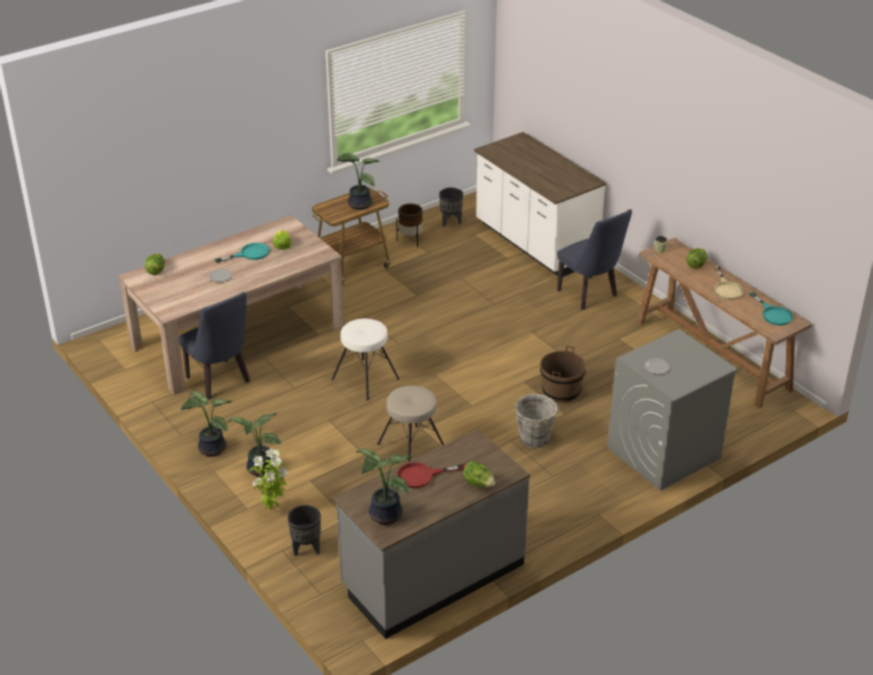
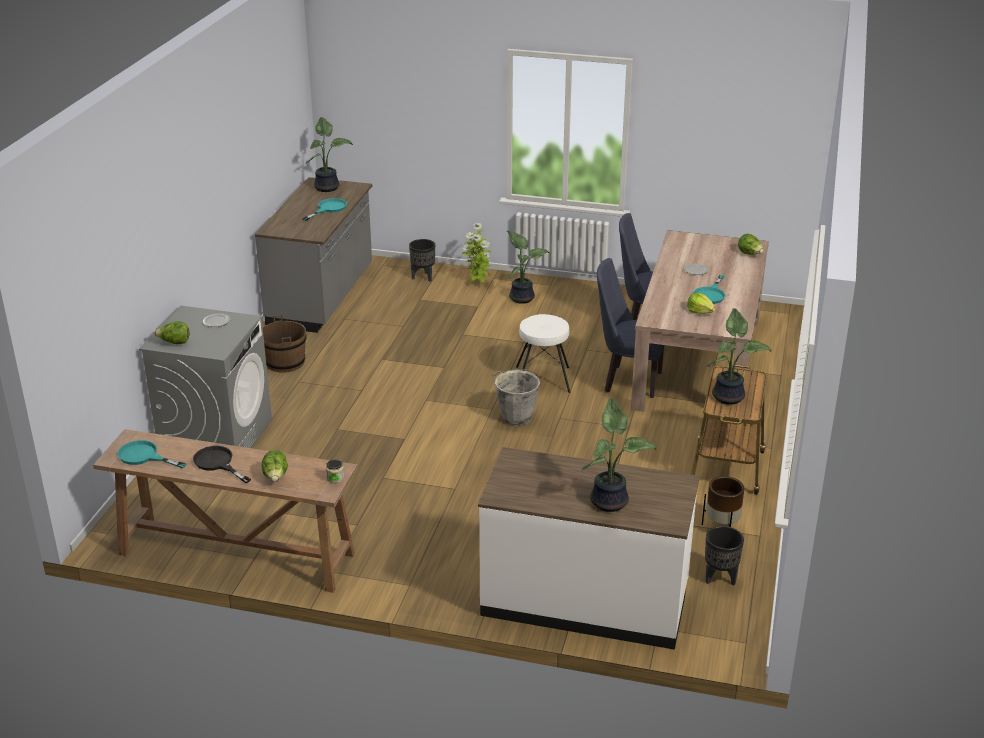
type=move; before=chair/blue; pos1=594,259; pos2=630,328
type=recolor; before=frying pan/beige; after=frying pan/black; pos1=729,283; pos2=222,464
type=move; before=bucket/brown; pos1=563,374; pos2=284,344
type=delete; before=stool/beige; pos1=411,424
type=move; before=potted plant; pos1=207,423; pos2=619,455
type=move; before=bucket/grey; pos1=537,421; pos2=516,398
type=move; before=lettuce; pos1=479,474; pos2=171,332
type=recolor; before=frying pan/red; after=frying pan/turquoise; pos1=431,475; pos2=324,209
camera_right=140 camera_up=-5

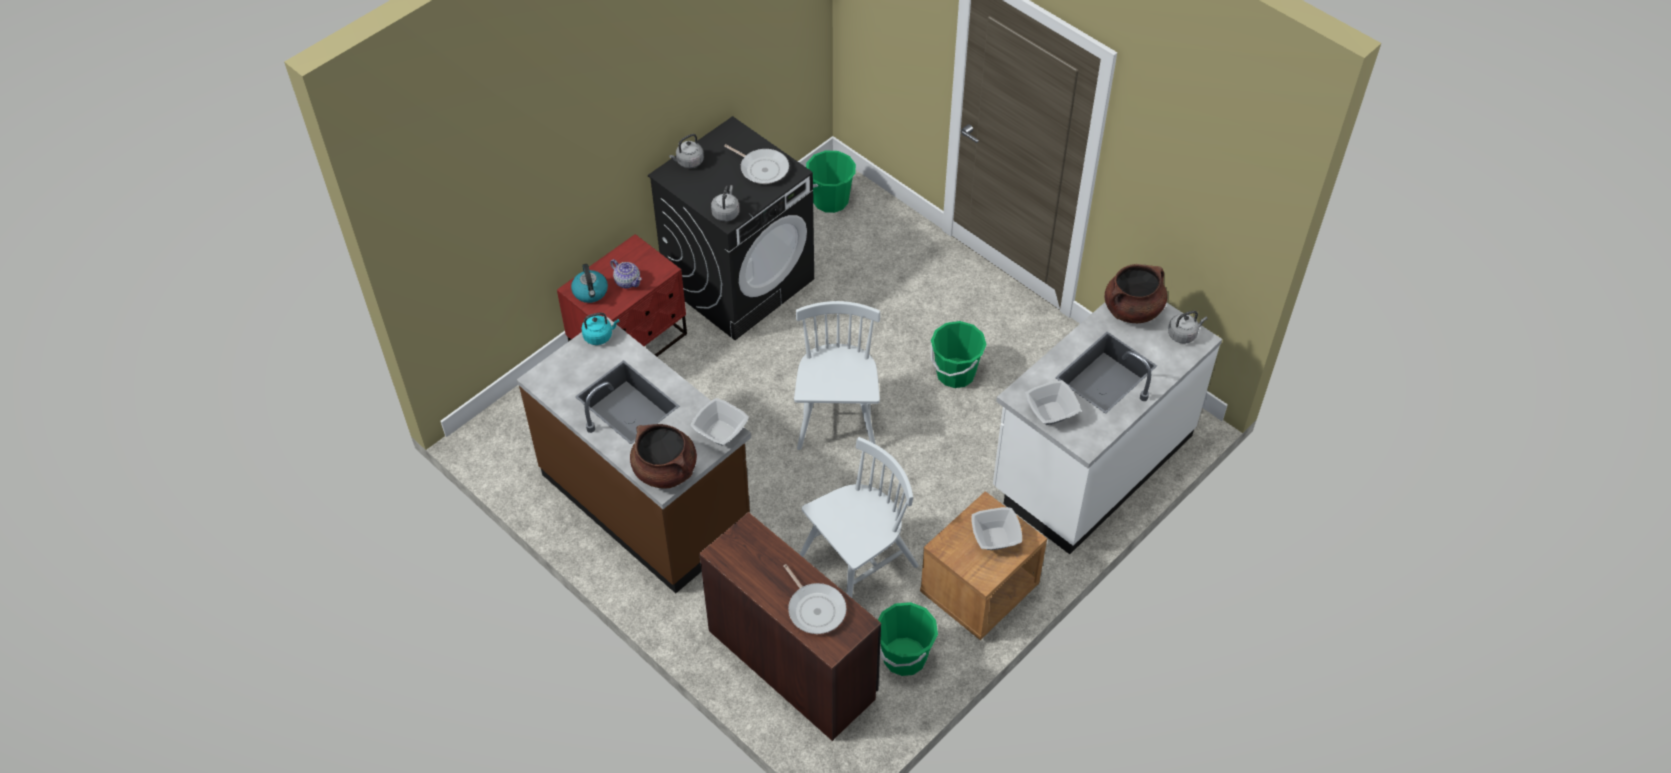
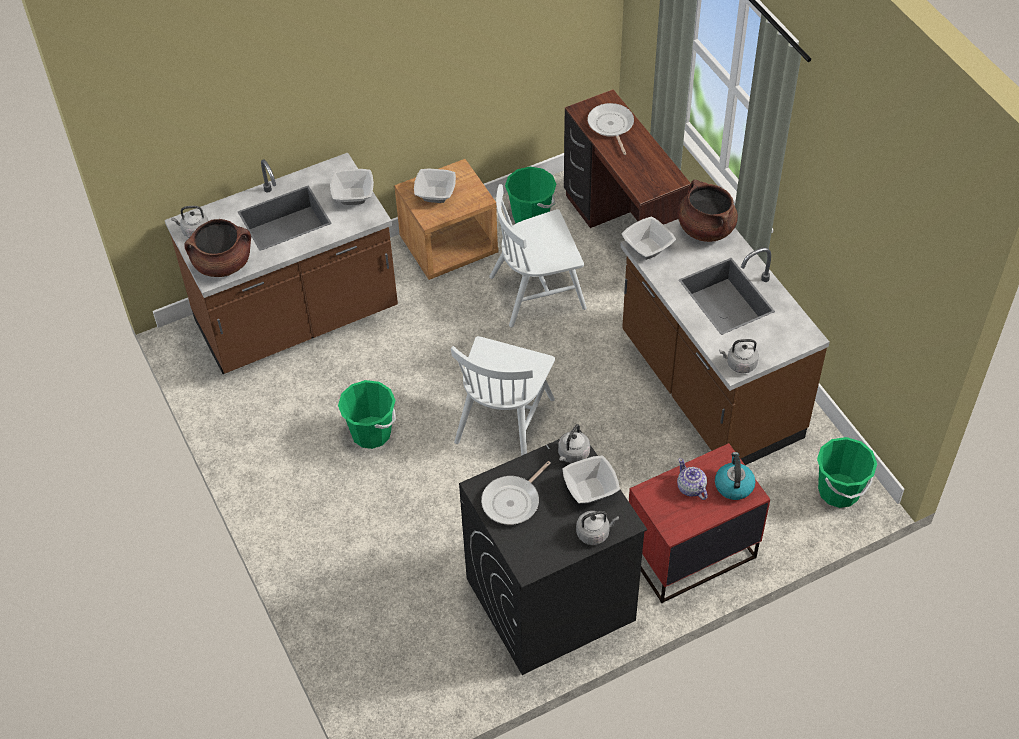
type=rotate; before=frying pan; pos1=756,164; pos2=516,493; turn=-105
type=move; before=bucket/green; pos1=831,181; pos2=847,472
type=recolor; before=counter/white; after=counter/brown; pos1=1107,428; pos2=281,263
type=recolor; before=kettle/turquoise; after=kettle/grey; pos1=600,328; pos2=739,356
type=insert; after=bowl; pos2=591,479
camera_right=-160 camera_up=0

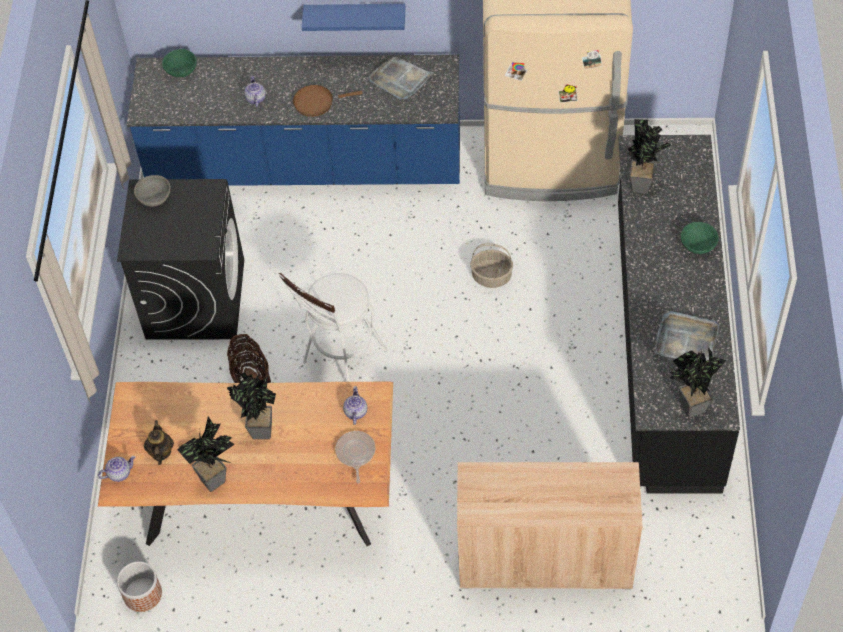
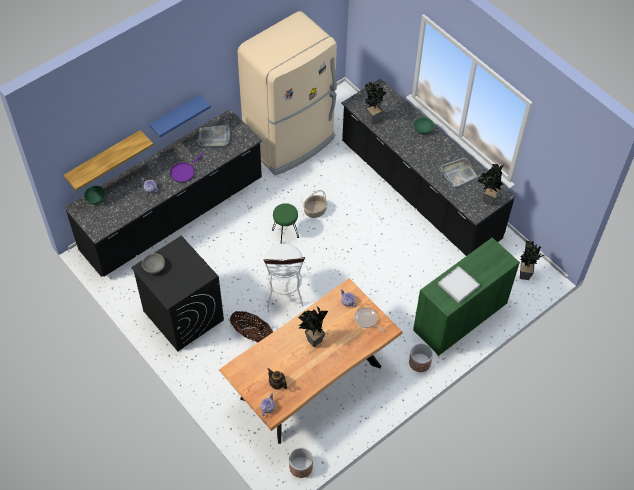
type=recolor; before=counter/blue; after=counter/black; pos1=293,120; pos2=163,193
type=recolor; before=frying pan/brown; after=frying pan/purple; pos1=328,101; pos2=187,168
type=move; before=potted plant; pos1=206,454; pos2=532,260
type=recolor; before=cabinet/beige; after=cabinet/green; pos1=550,525; pos2=466,296
type=insert; after=shelf; pos2=108,160
type=insert; after=stool/green; pos2=285,223
type=insert; after=tray/white; pos2=459,284
type=insert; after=planter; pos2=421,357
camera_right=-45 camera_up=0

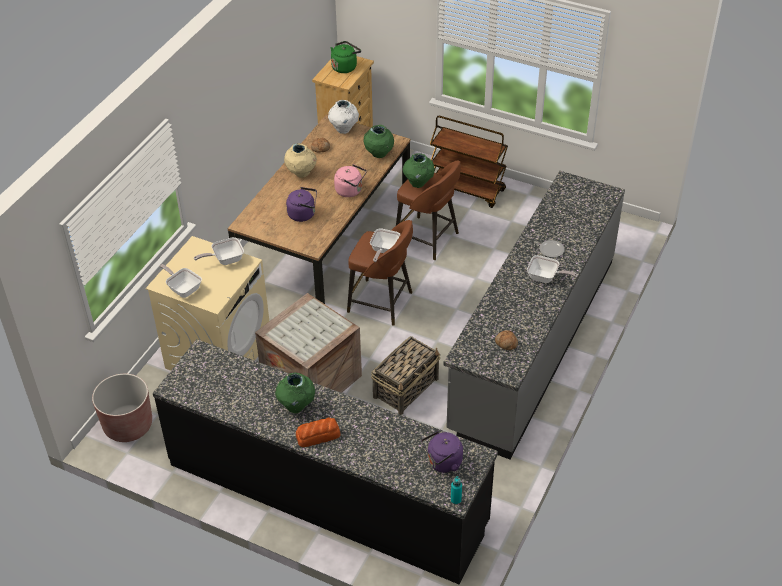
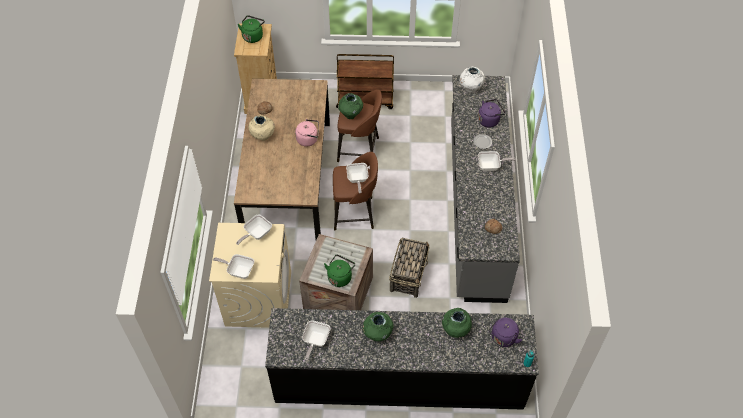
type=move; before=vase/white; pos1=343,117; pos2=472,80
type=move; before=vase/green; pos1=378,141; pos2=457,323
type=move; before=kettle/purple; pos1=301,204; pos2=492,113
type=delete; before=planter/brown; pos1=122,408
type=delete; before=bread; pos1=318,432
type=insert; after=kettle/green; pos2=339,271
type=insert; after=frying pan; pos2=316,340
camera_right=-25 camera_up=10

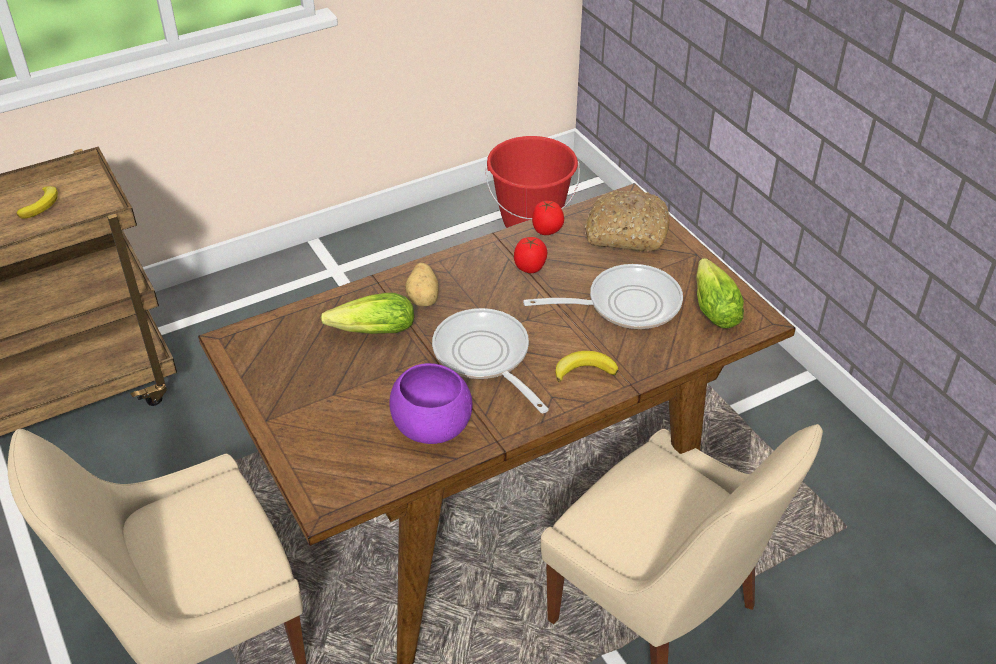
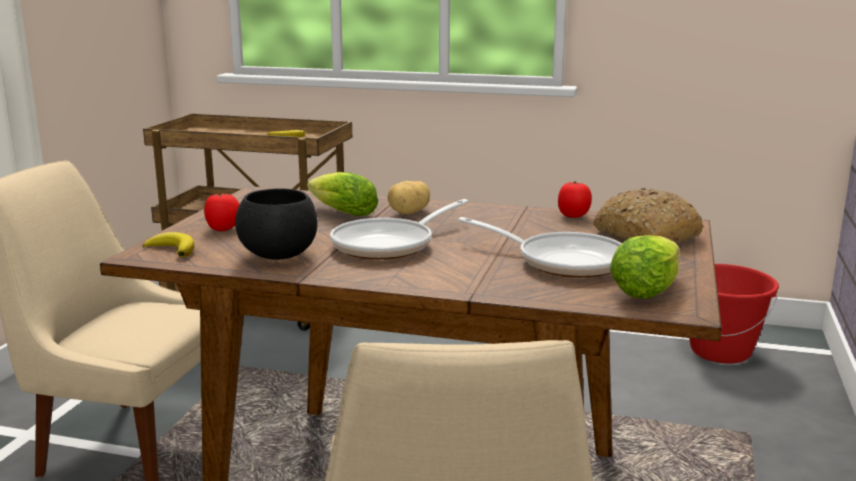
type=move; before=tomato; pos1=531,255; pos2=222,212
type=rotate; before=frying pan; pos1=490,360; pos2=399,229; turn=-150
type=move; before=banana; pos1=586,366; pos2=169,244
type=recolor; before=bowl/purple; after=bowl/black; pos1=430,403; pos2=276,224
camera_right=45 camera_up=-25

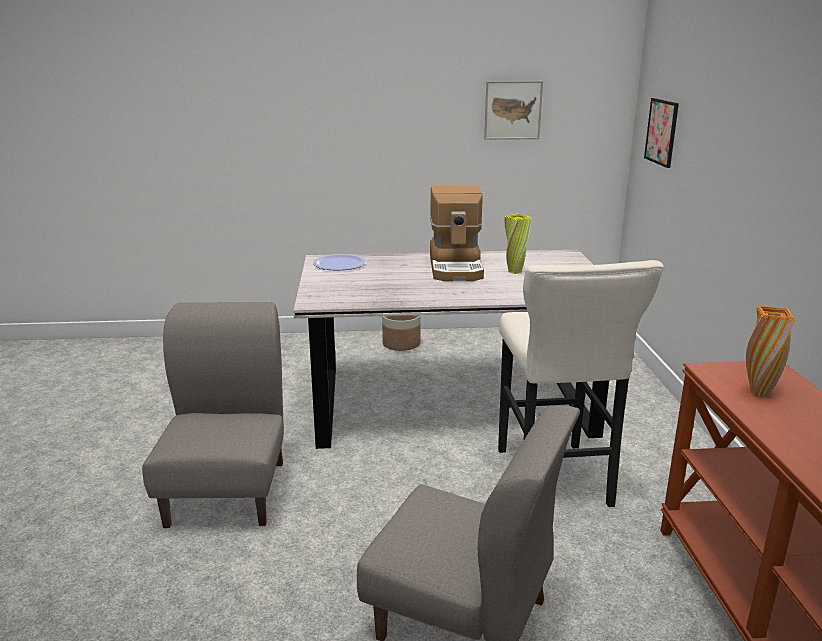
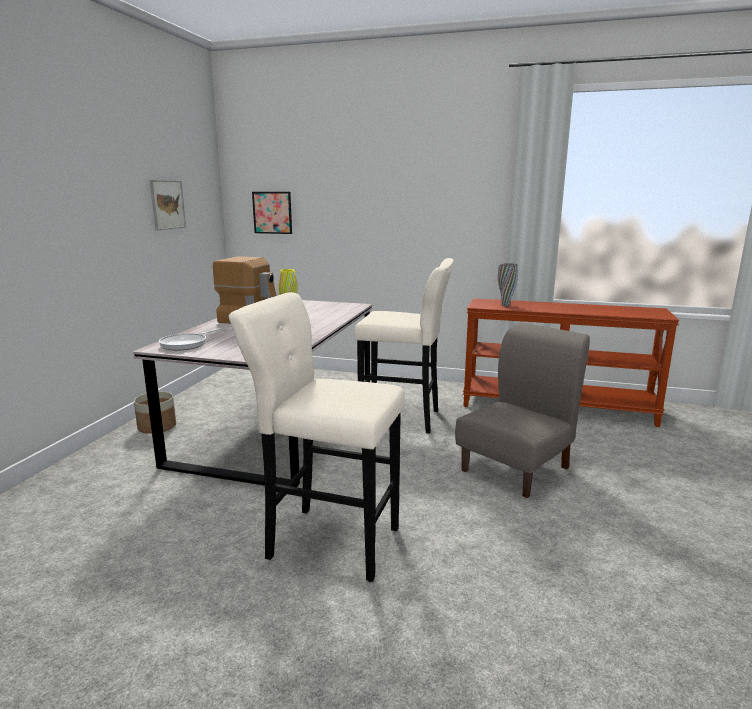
type=replace; before=plate; after=frying pan; pos1=339,262; pos2=190,339
type=replace; before=chair/grey; after=stool/beige; pos1=213,415; pos2=317,437
type=recolor; before=vase/orange; after=vase/grey; pos1=770,351; pos2=508,284
camera_right=-70 camera_up=-5

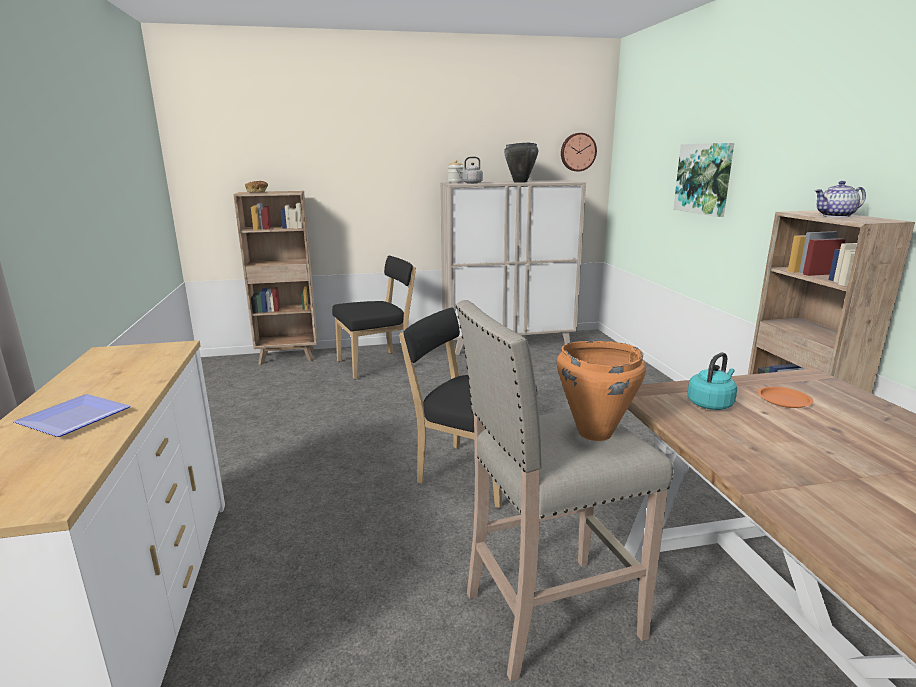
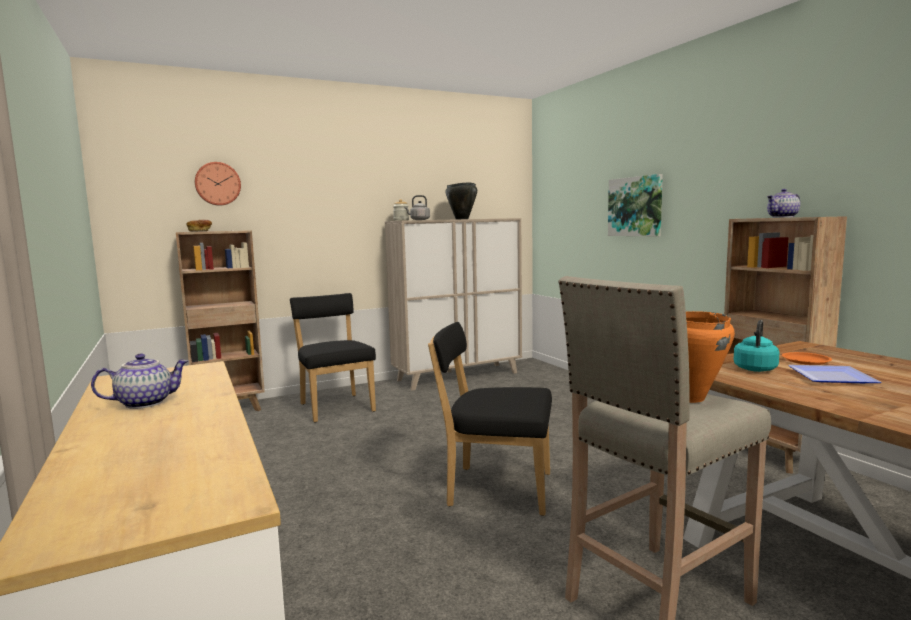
type=move; before=wall clock; pos1=579,152; pos2=218,184
type=rotate; before=chair/black; pos1=374,318; pos2=333,357; turn=-75
type=move; before=plate; pos1=71,415; pos2=835,374
type=insert; after=teapot; pos2=139,381
camera_right=-15 camera_up=-10

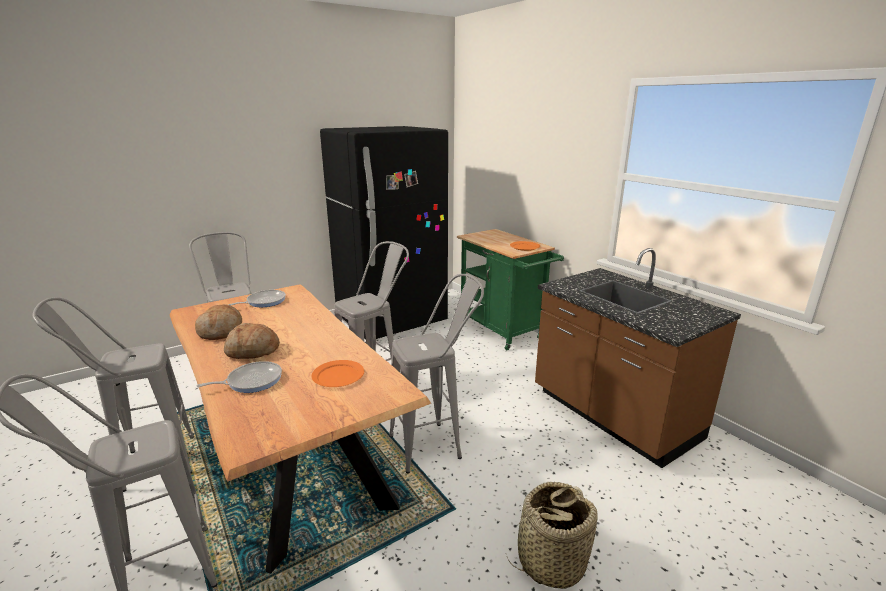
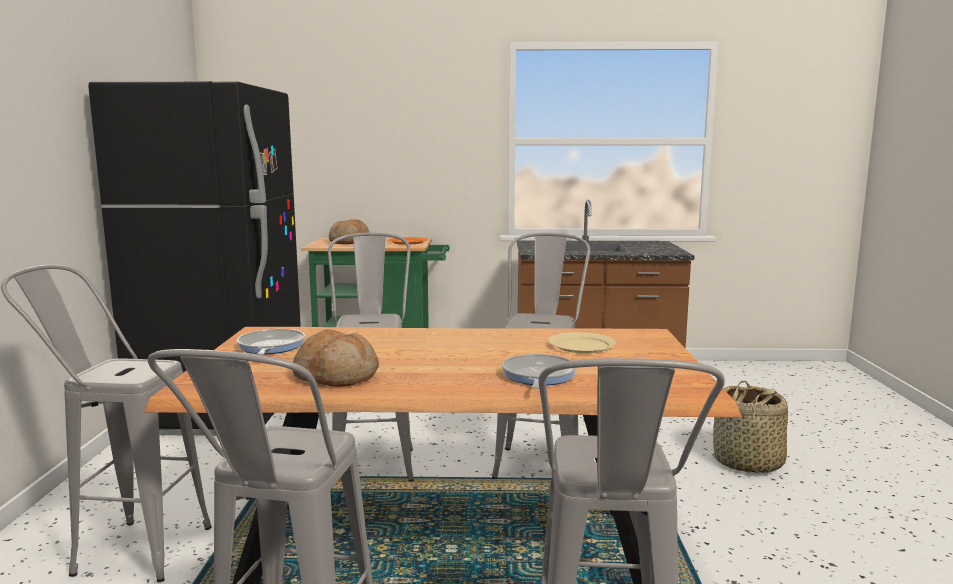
type=move; before=bread; pos1=252,341; pos2=349,231
type=recolor; before=plate/orange; after=plate/beige; pos1=338,373; pos2=582,342
camera_right=-55 camera_up=-10

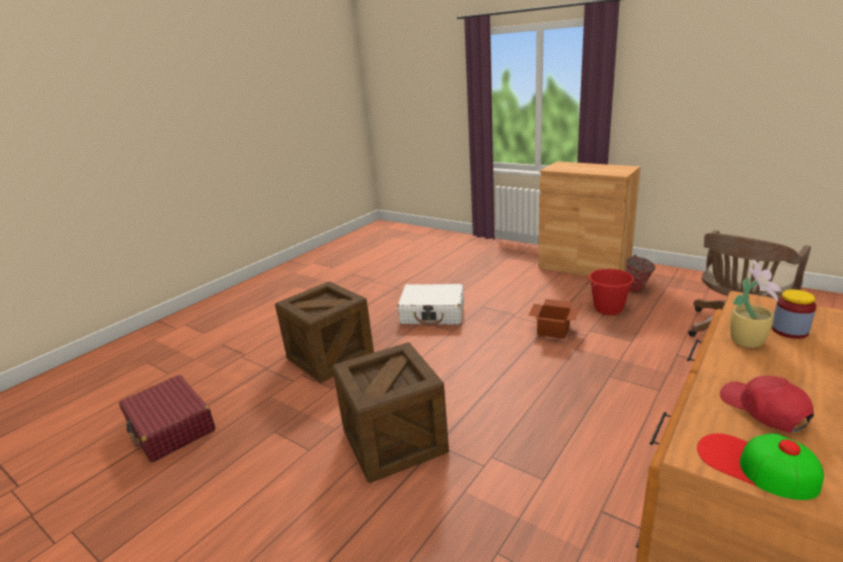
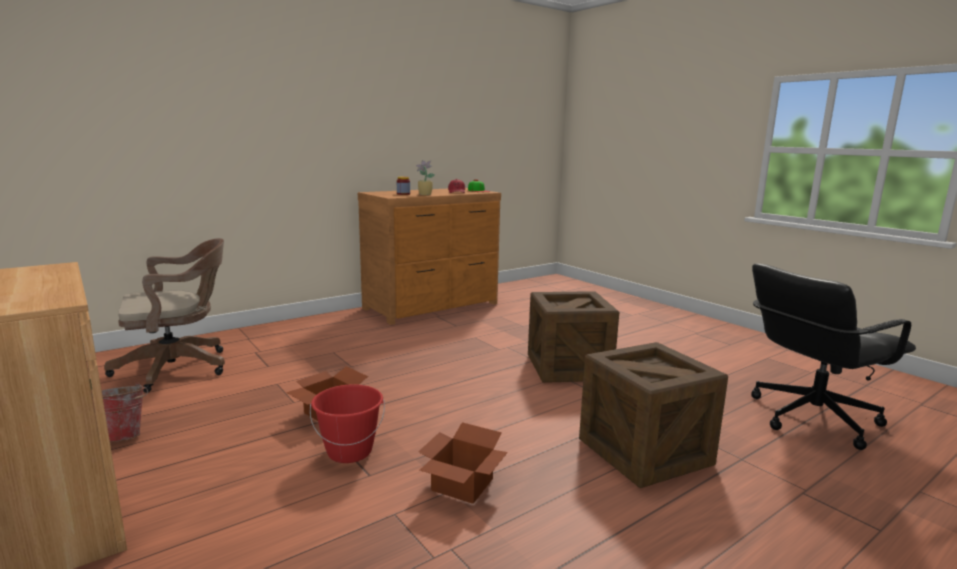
type=move; before=bucket/red; pos1=611,292; pos2=347,423
type=replace; before=suitcase/white; after=cardboard box; pos1=431,305; pos2=463,463
type=replace; before=suitcase/red; after=office chair/black; pos1=167,418; pos2=833,357
camera_right=-165 camera_up=-10

